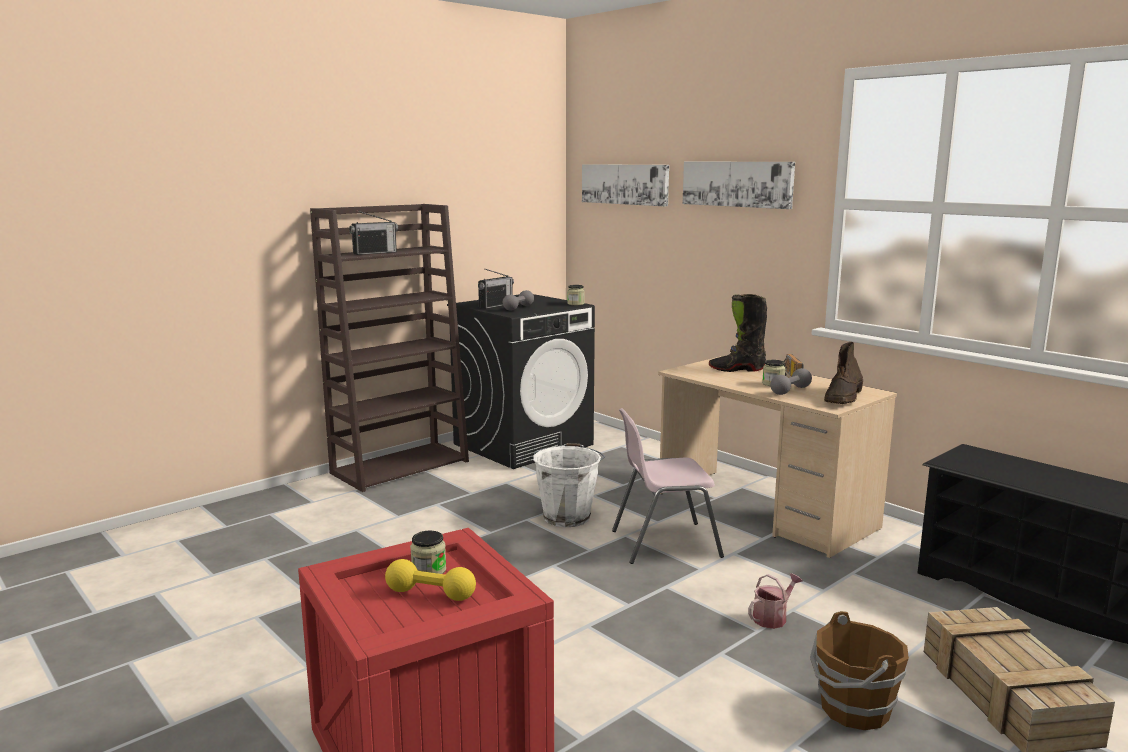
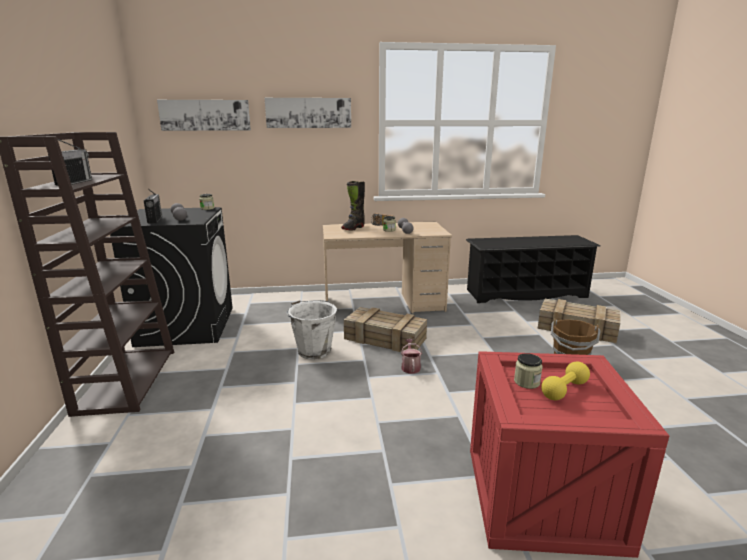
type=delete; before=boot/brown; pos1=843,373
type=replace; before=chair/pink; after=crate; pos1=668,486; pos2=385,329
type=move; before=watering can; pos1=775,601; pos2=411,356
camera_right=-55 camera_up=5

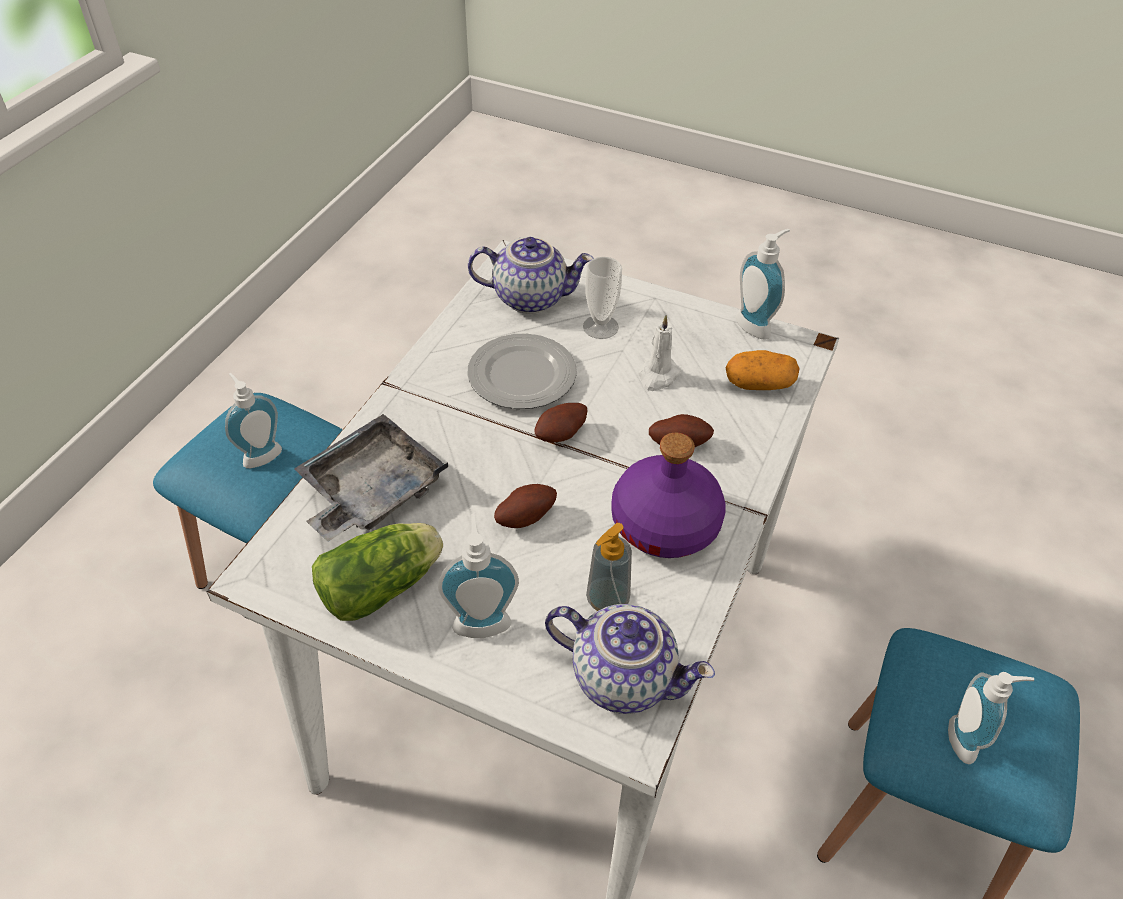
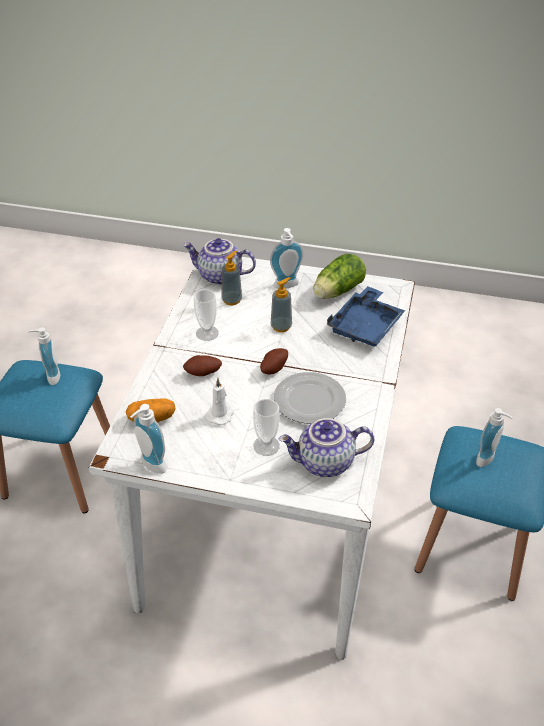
type=recolor; before=tray/grey; after=tray/blue; pos1=371,478; pos2=366,316
type=replace; before=bottle/purple; after=cup; pos1=668,495; pos2=206,315
type=replace; before=potato; after=soap dispenser; pos1=525,506; pos2=281,304
camera_right=170 camera_up=-5

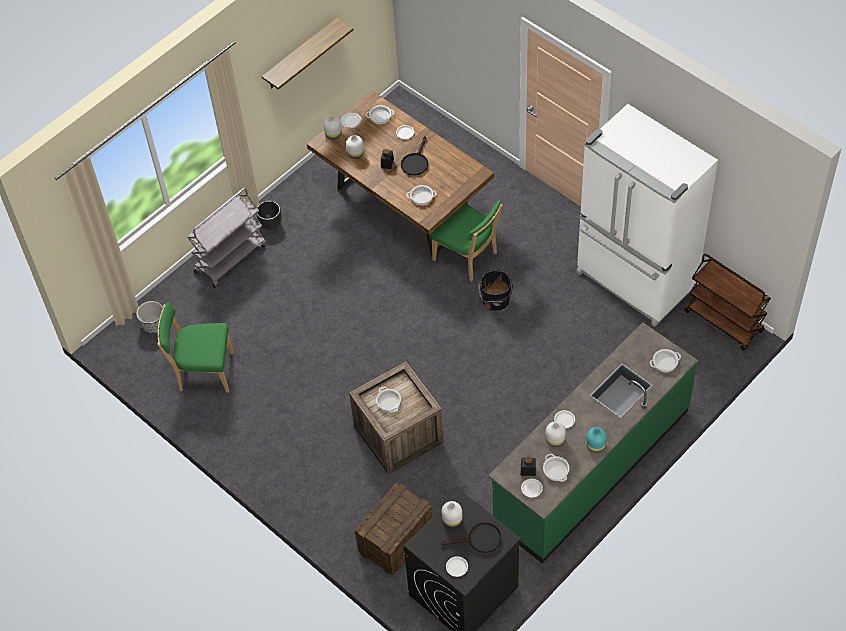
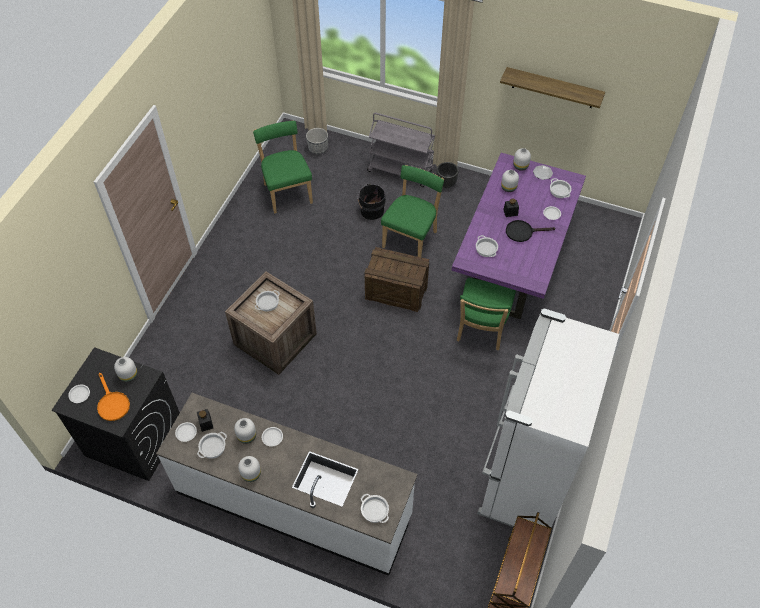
type=recolor; before=dining table/brown; after=dining table/purple; pos1=400,174; pos2=519,236
type=move; before=bucket/black; pos1=496,291; pos2=371,202
type=recolor; before=counter/green; after=counter/white; pos1=593,442; pos2=287,484
type=recolor; before=vase/turquoise; after=vase/white; pos1=596,440; pos2=249,469
type=move; before=crate; pos1=393,529; pos2=396,279
type=recolor; before=frying pan/black; after=frying pan/orange; pos1=470,537; pos2=113,397
type=insert; after=chair/green; pos2=412,211
camera_right=65 camera_up=0

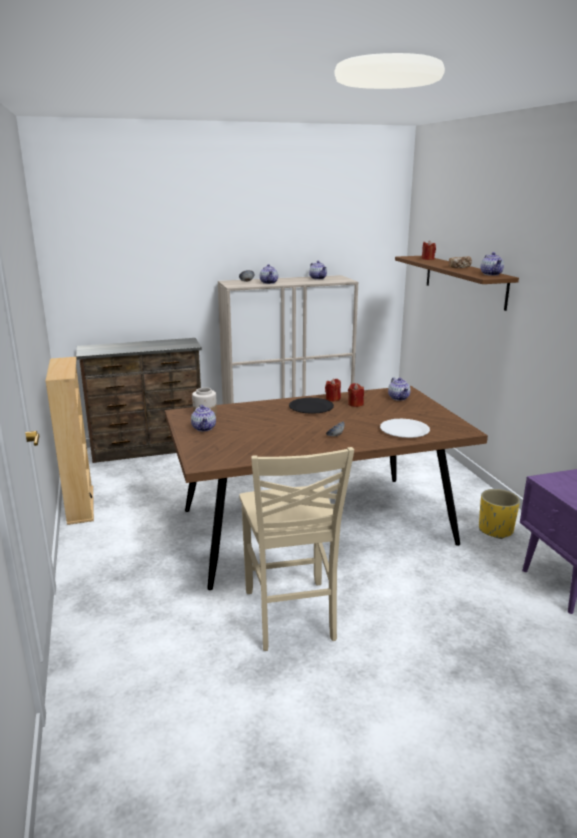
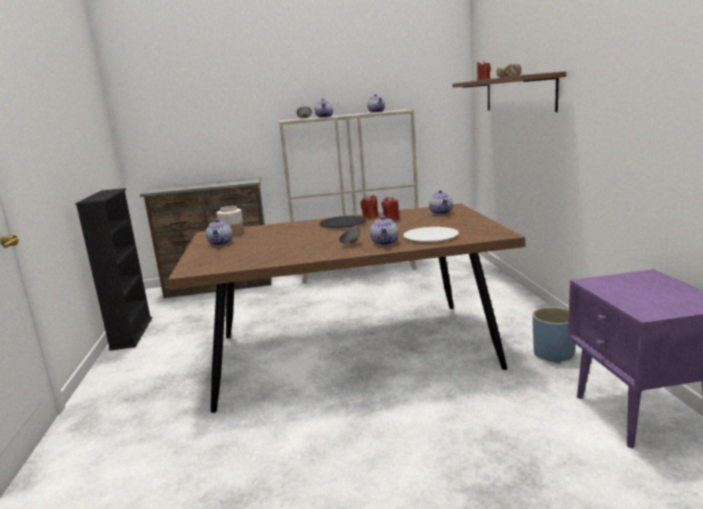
type=move; before=teapot; pos1=492,264; pos2=384,231
type=recolor; before=bookcase/beige; after=bookcase/black; pos1=69,441; pos2=113,269
type=delete; before=chair/beige; pos1=296,549
type=recolor; before=planter/yellow; after=planter/blue; pos1=499,514; pos2=554,335
camera_right=10 camera_up=-5

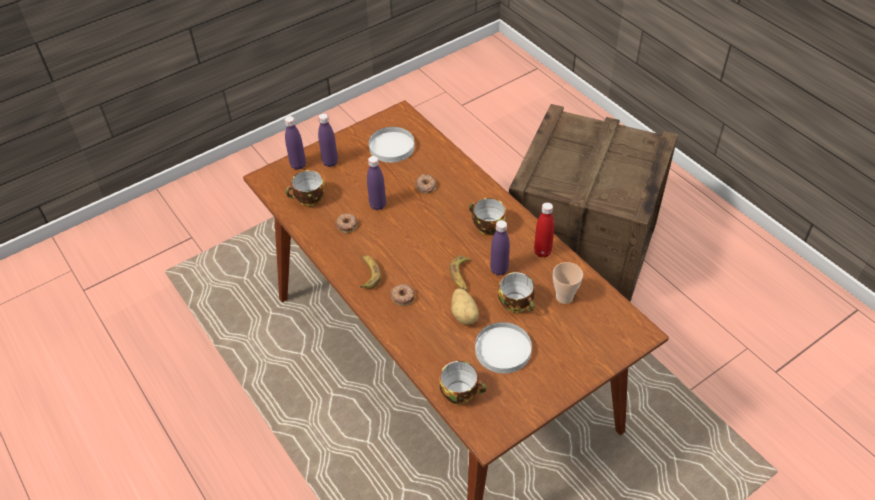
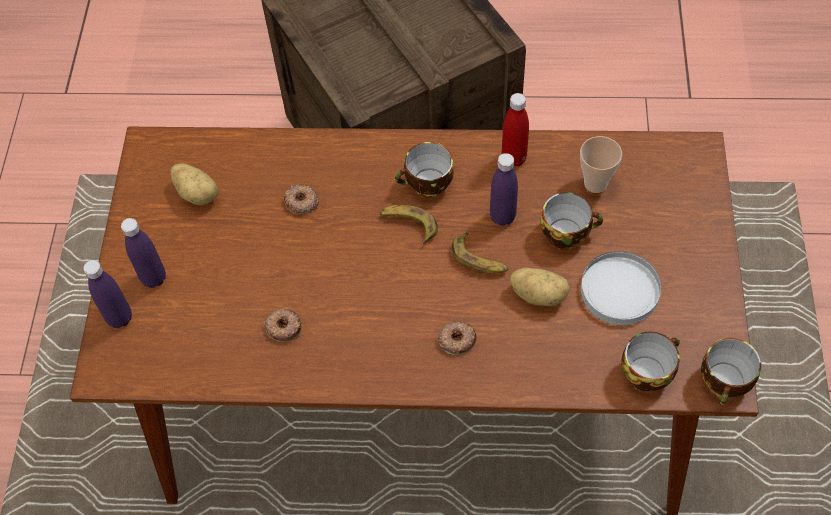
type=replace; before=plate/white; after=potato; pos1=392,145; pos2=194,184
type=delete; before=bottle/purple; pos1=376,183
type=move; before=cup; pos1=305,188; pos2=731,371
type=move; before=banana; pos1=370,272; pos2=409,224
camera_right=-50 camera_up=10

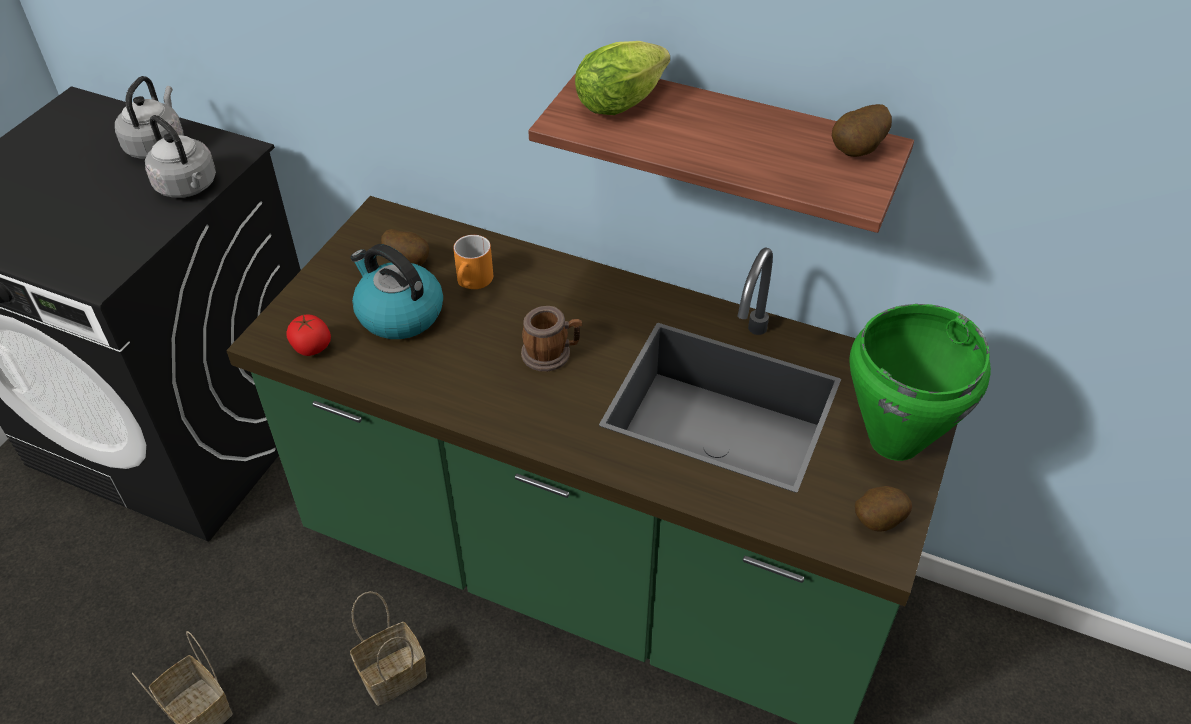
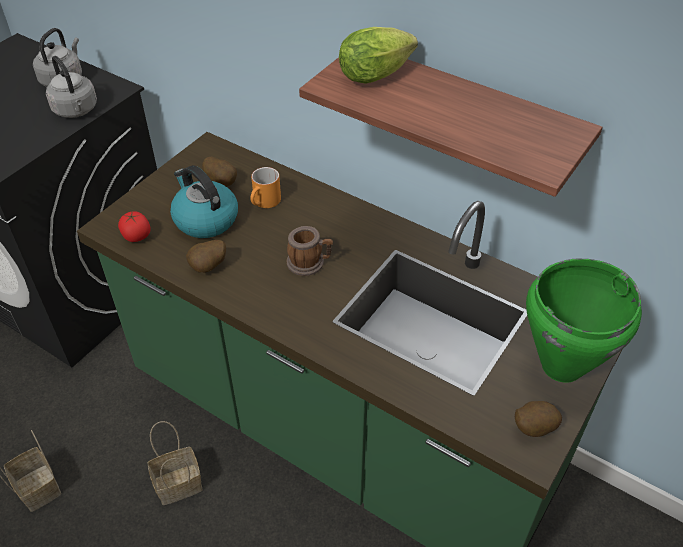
type=move; before=potato; pos1=862,130; pos2=206,256
camera_right=10 camera_up=0

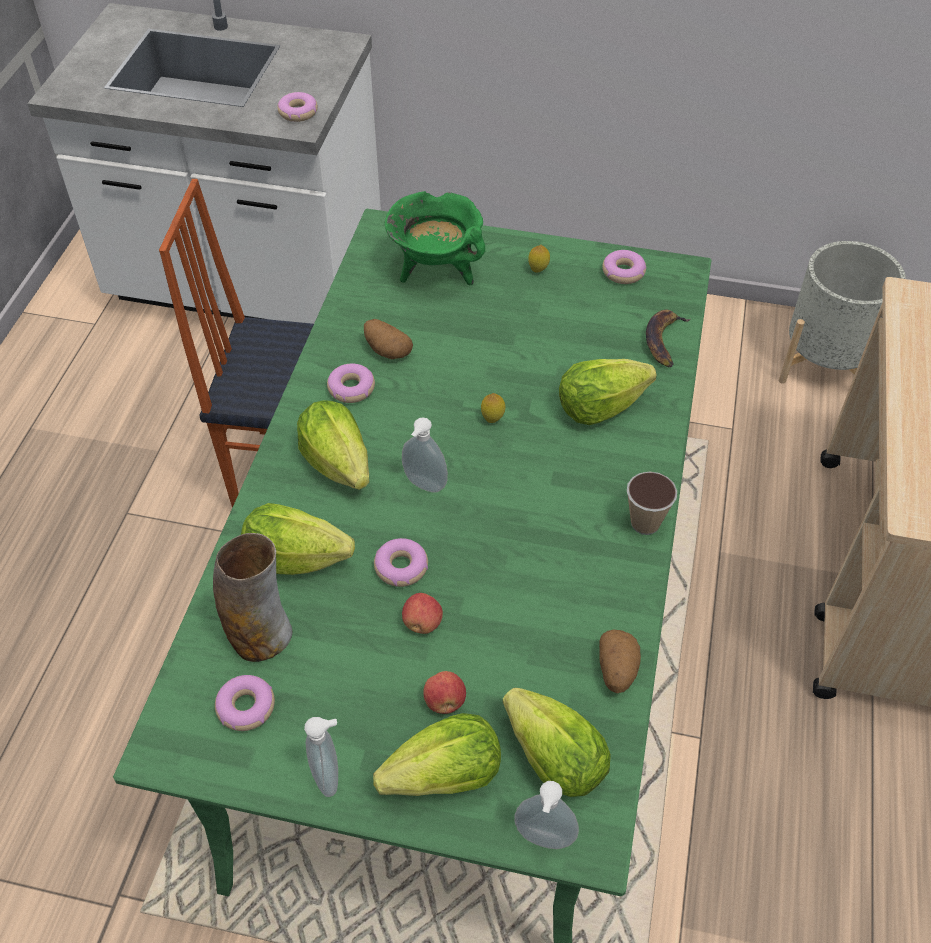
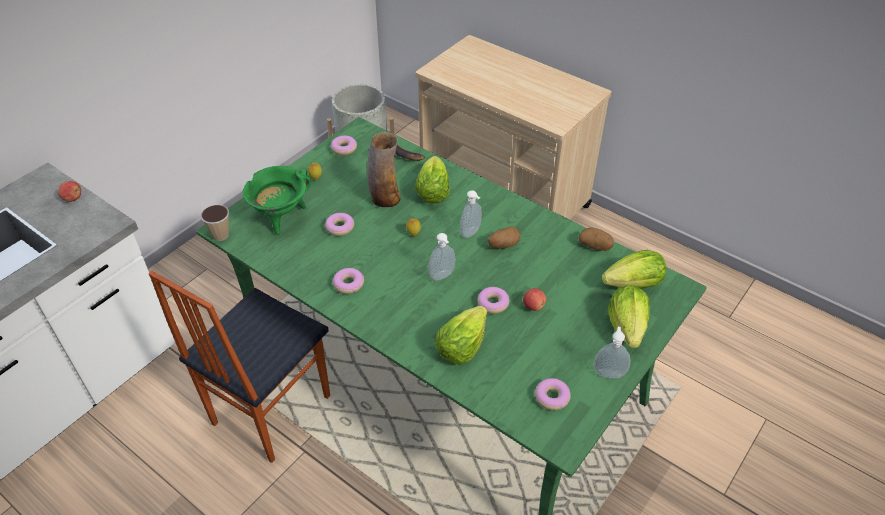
type=move; before=donut; pos1=297,107; pos2=339,224
type=move; before=potato; pos1=388,339; pos2=504,237
type=delete; before=lettuce; pos1=333,445
type=move; before=cup; pos1=652,503; pos2=215,223
type=move; before=vase; pos1=252,597; pos2=384,169
type=move; before=apple; pos1=444,692; pos2=69,191
type=move; before=soap dispenser; pos1=546,815; pos2=471,214
camera_right=-65 camera_up=-5

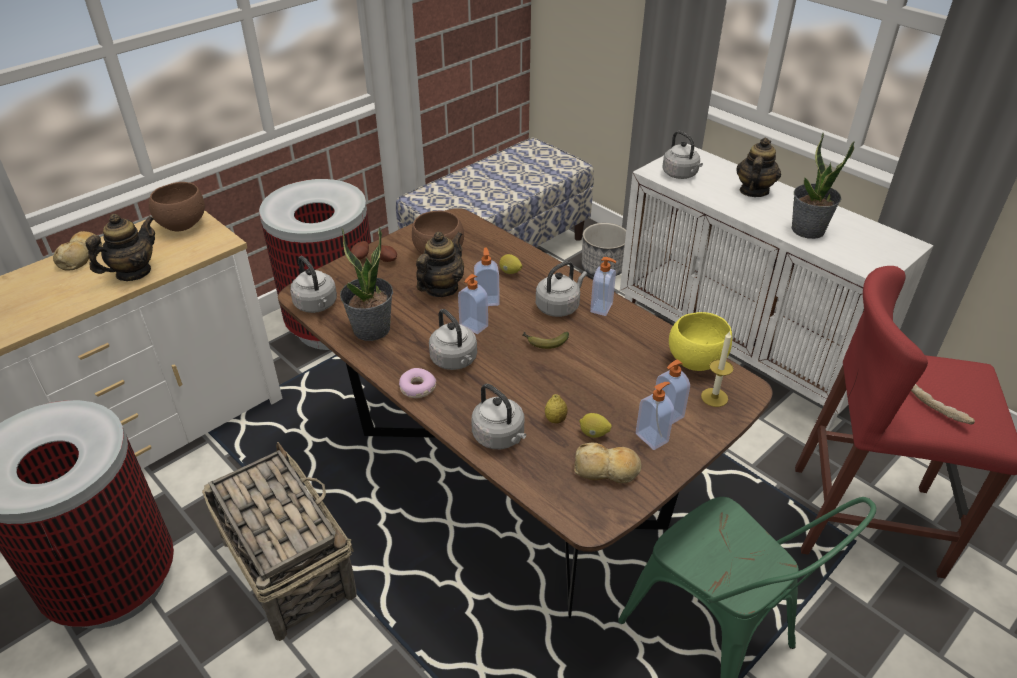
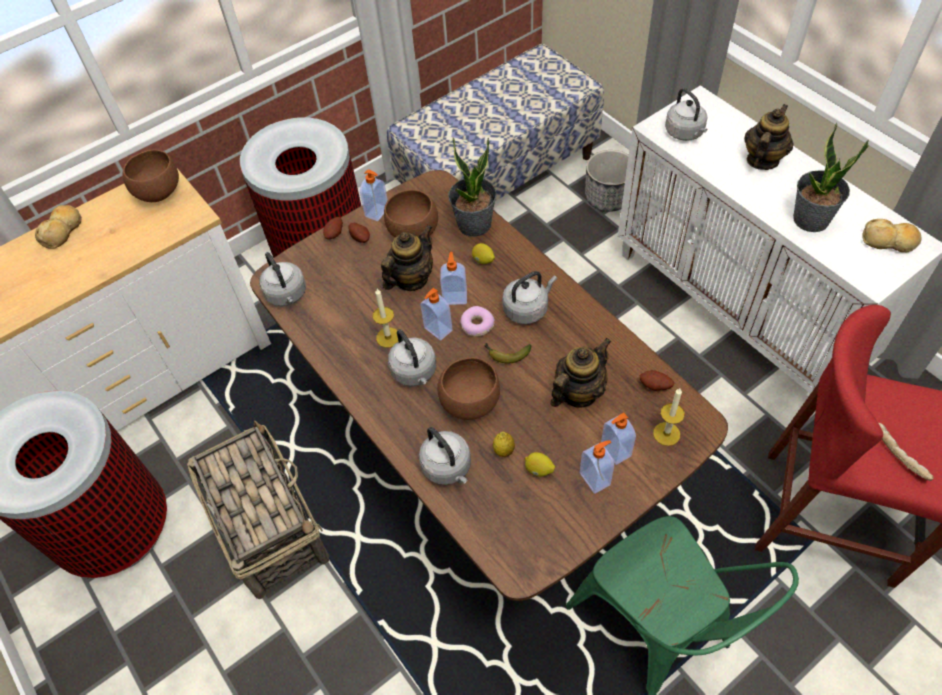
type=move; before=teapot; pos1=120,247; pos2=580,373
type=move; before=potted plant; pos1=366,283; pos2=472,187
type=move; before=soap dispenser; pos1=603,286; pos2=374,195
type=replace; before=bowl/yellow; after=potato; pos1=700,341; pos2=657,380
type=move; before=donut; pos1=417,383; pos2=477,321
type=move; before=bread; pos1=608,463; pos2=892,235
type=insert; after=candle; pos2=386,318
type=insert; after=bowl/brown; pos2=468,388
camera_right=10 camera_up=15

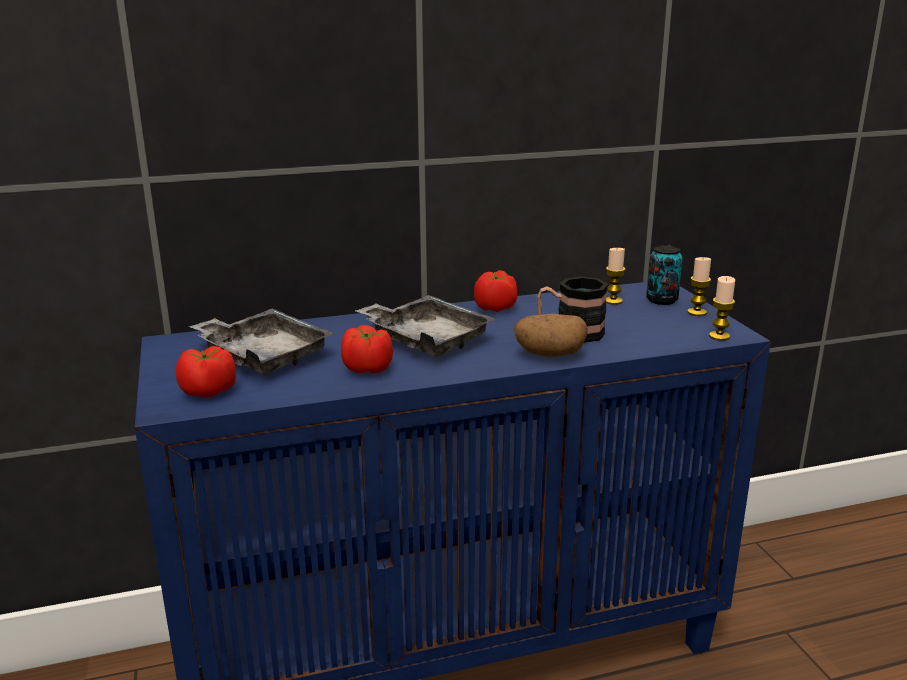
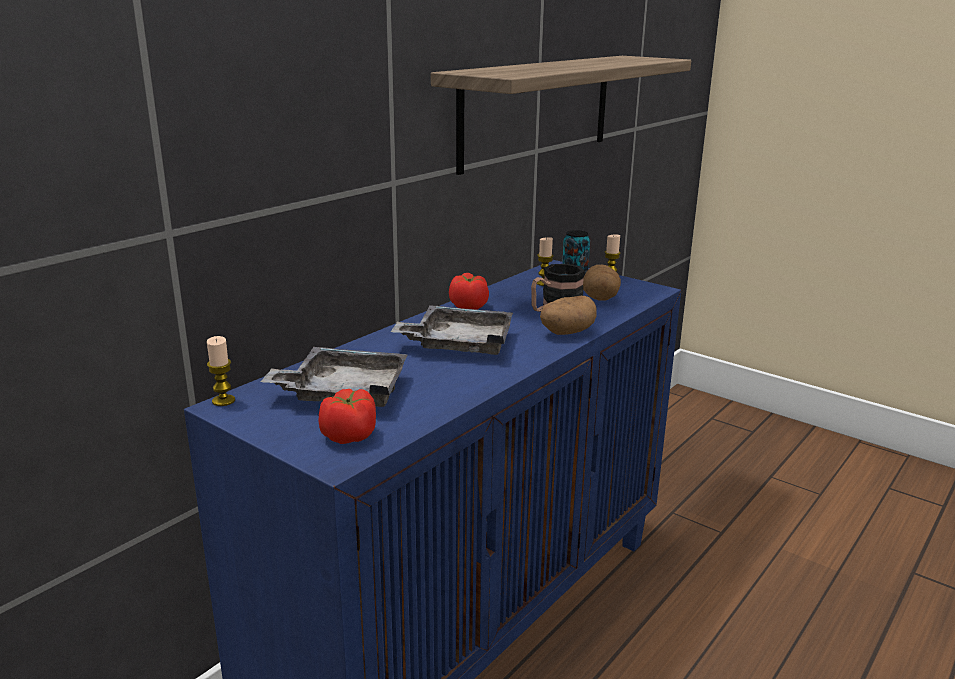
type=move; before=candle; pos1=722,308; pos2=221,371
type=delete; before=tomato; pos1=367,349
type=insert; after=shelf; pos2=561,115
type=insert; after=potato; pos2=602,283
camera_right=-35 camera_up=0

